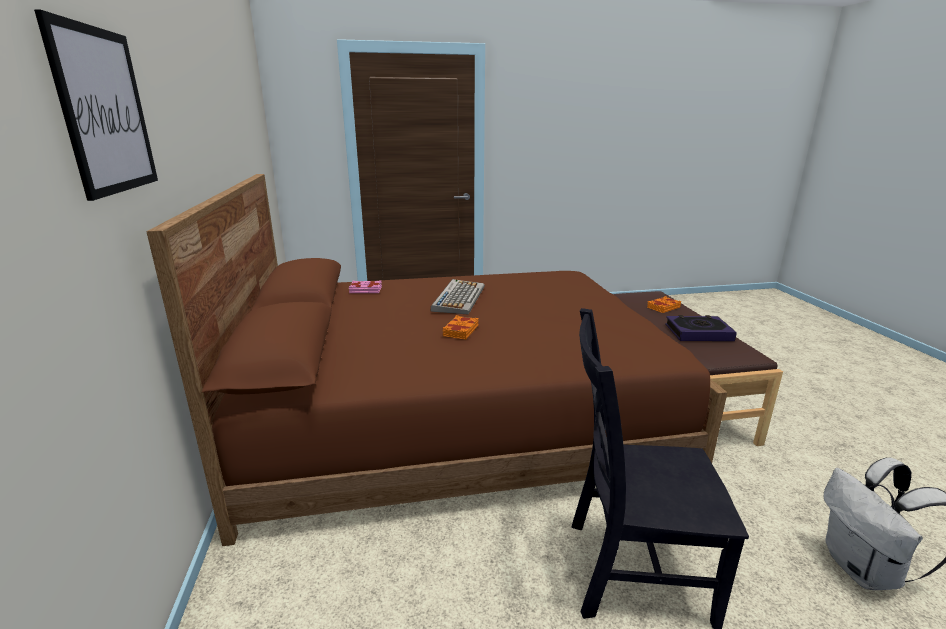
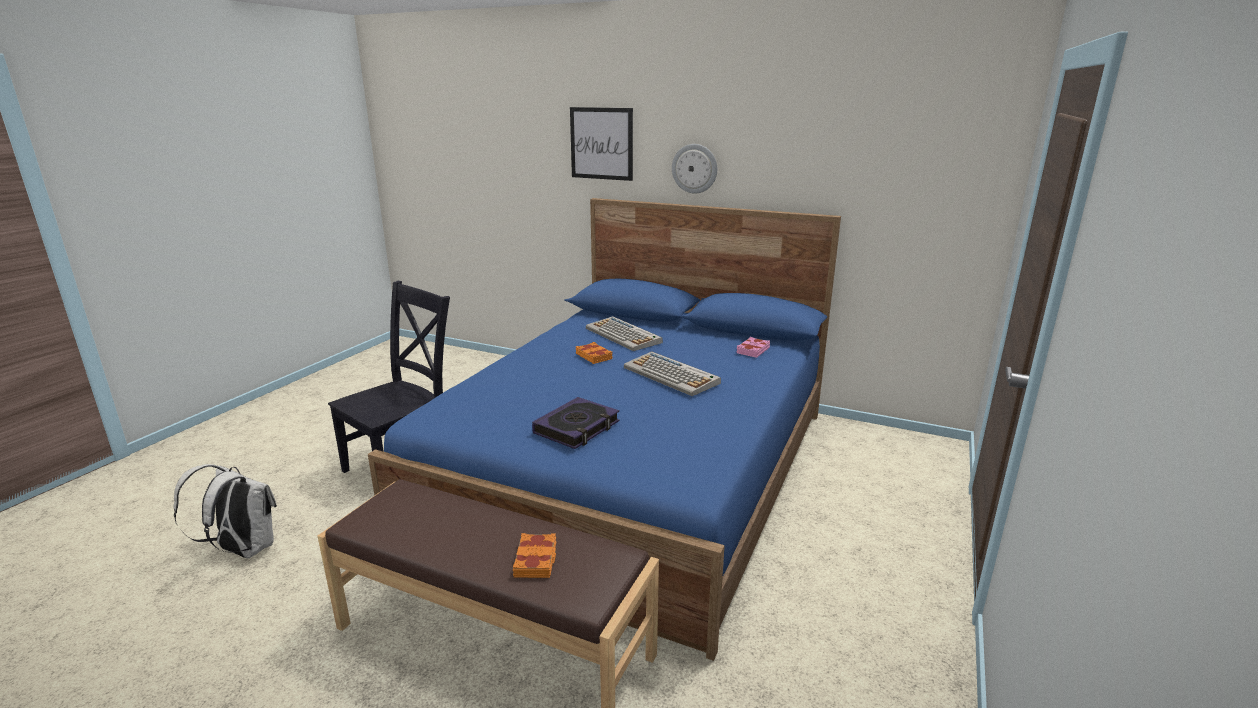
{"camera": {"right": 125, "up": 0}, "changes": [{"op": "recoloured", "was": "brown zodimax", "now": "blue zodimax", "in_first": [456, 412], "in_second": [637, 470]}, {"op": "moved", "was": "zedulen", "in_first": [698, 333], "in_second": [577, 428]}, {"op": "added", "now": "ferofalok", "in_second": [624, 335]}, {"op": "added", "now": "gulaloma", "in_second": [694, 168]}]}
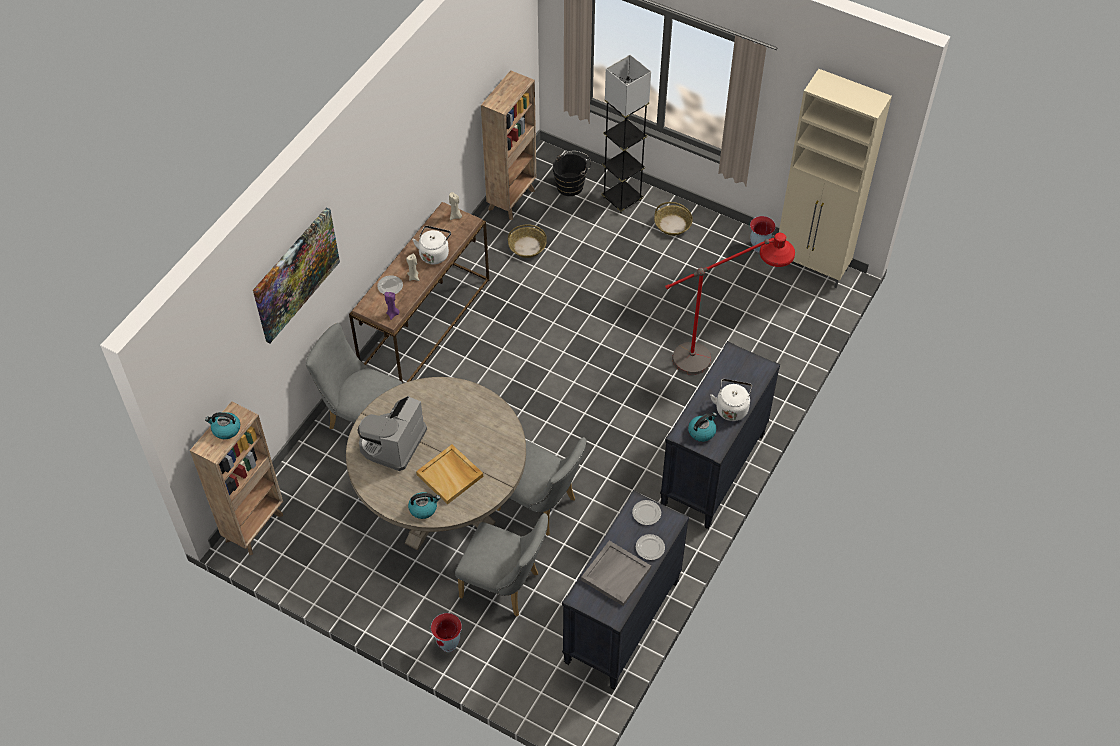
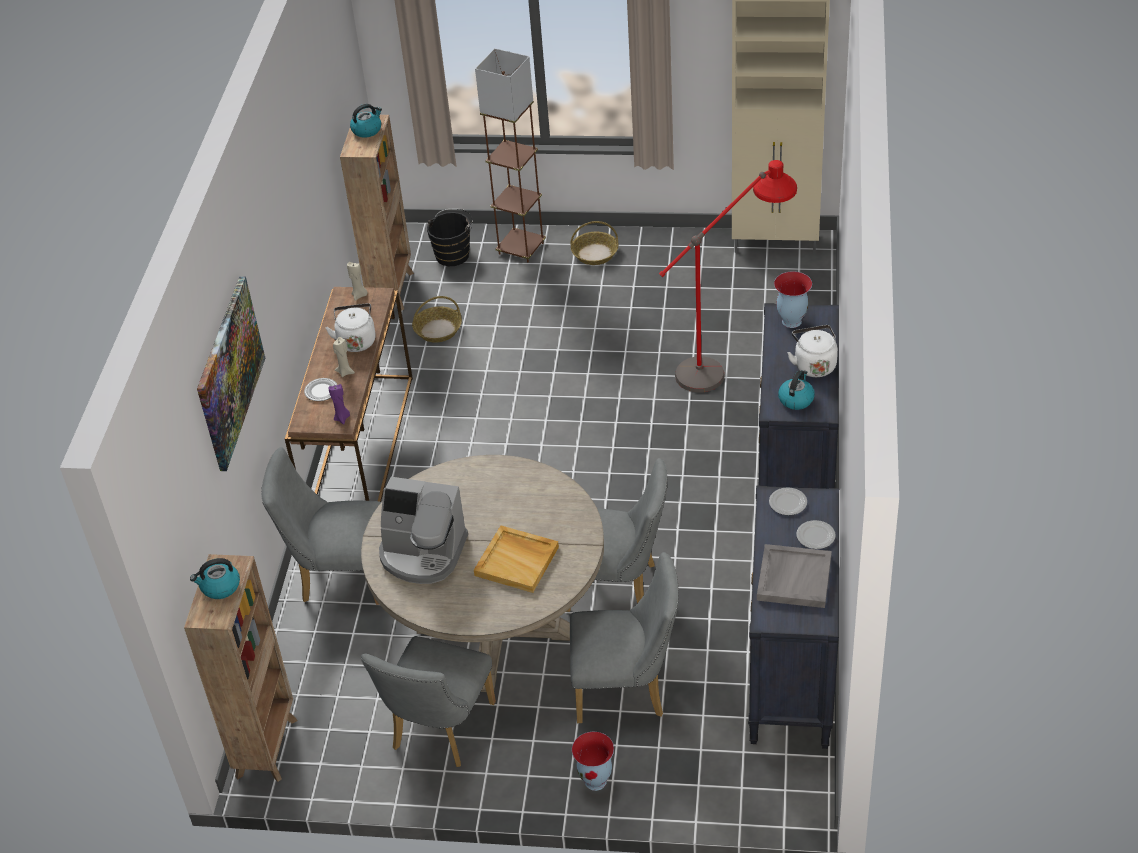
{"camera": {"right": -20, "up": -10}, "changes": [{"op": "turned", "was": "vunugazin", "in_first": [392, 443], "in_second": [423, 553], "clockwise": -75}, {"op": "moved", "was": "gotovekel", "in_first": [423, 508], "in_second": [367, 130]}, {"op": "recoloured", "was": "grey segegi", "now": "brown segegi", "in_first": [622, 199], "in_second": [521, 248]}, {"op": "moved", "was": "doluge", "in_first": [758, 247], "in_second": [791, 321]}, {"op": "added", "now": "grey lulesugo", "in_second": [439, 732]}]}
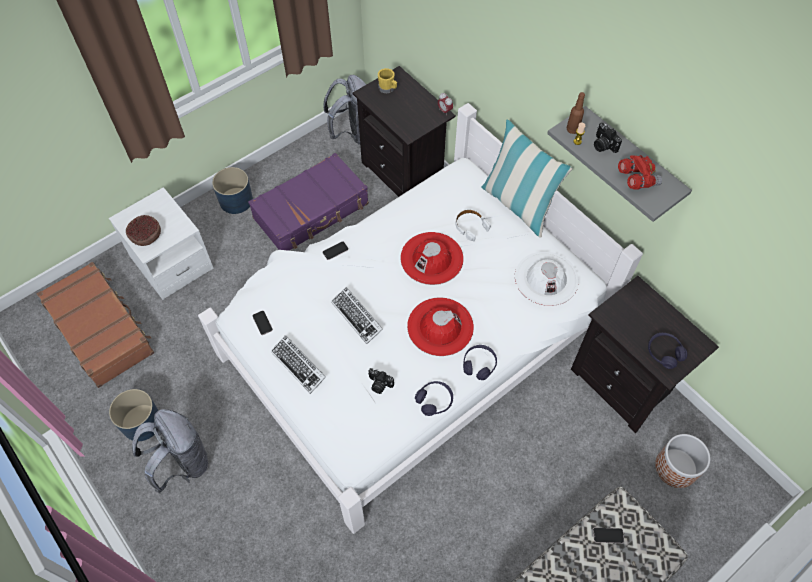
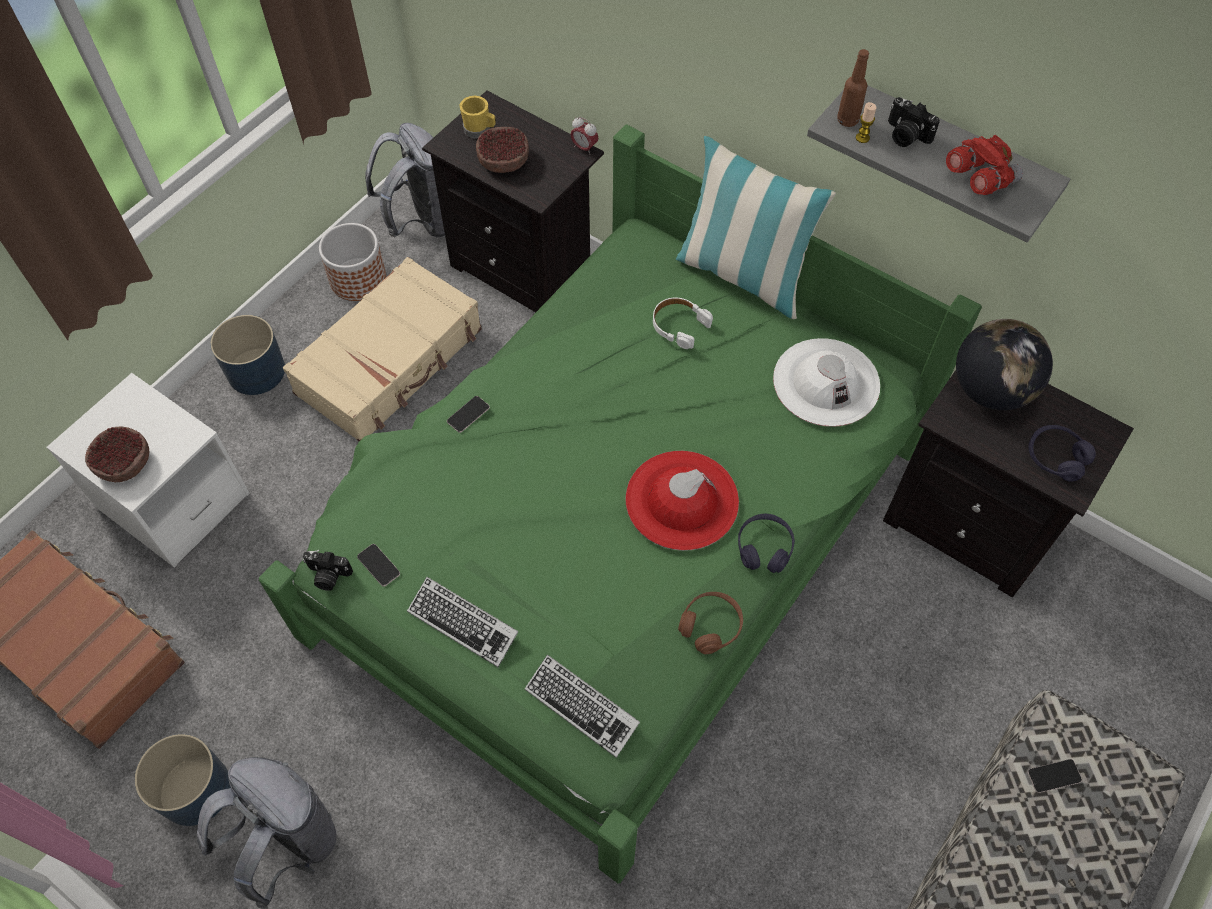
{"camera": {"right": -15, "up": 0}, "changes": [{"op": "recoloured", "was": "white zodimax", "now": "green zodimax", "in_first": [410, 342], "in_second": [616, 538]}, {"op": "recoloured", "was": "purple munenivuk", "now": "beige munenivuk", "in_first": [312, 211], "in_second": [391, 362]}, {"op": "moved", "was": "ferofalok", "in_first": [357, 317], "in_second": [582, 707]}, {"op": "moved", "was": "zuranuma", "in_first": [379, 385], "in_second": [328, 576]}, {"op": "removed", "was": "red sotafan", "in_first": [432, 258]}, {"op": "recoloured", "was": "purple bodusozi", "now": "brown bodusozi", "in_first": [434, 400], "in_second": [710, 626]}, {"op": "moved", "was": "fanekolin", "in_first": [676, 467], "in_second": [358, 279]}, {"op": "added", "now": "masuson", "in_second": [504, 160]}, {"op": "added", "now": "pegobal", "in_second": [990, 390]}]}
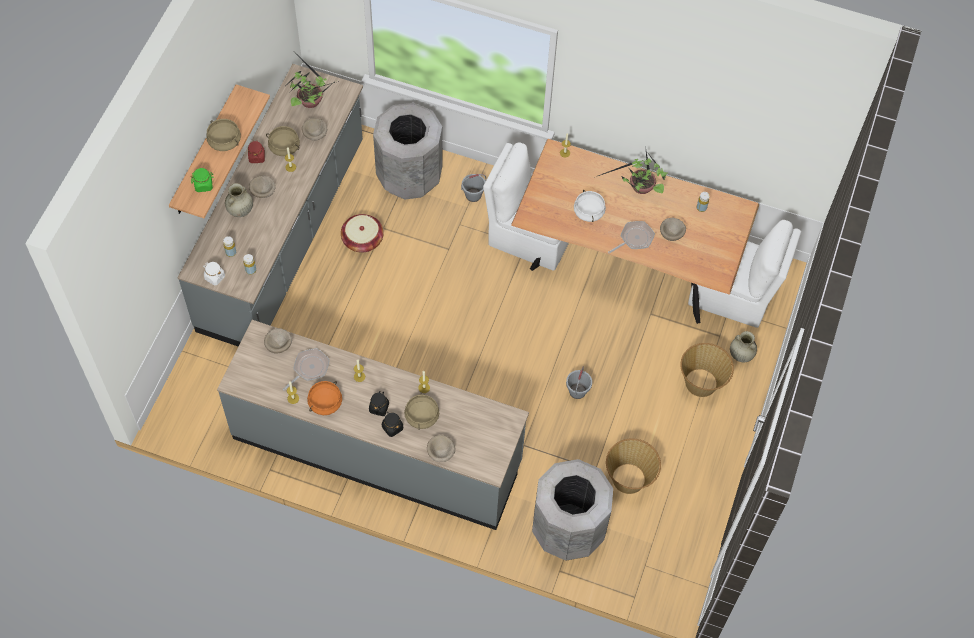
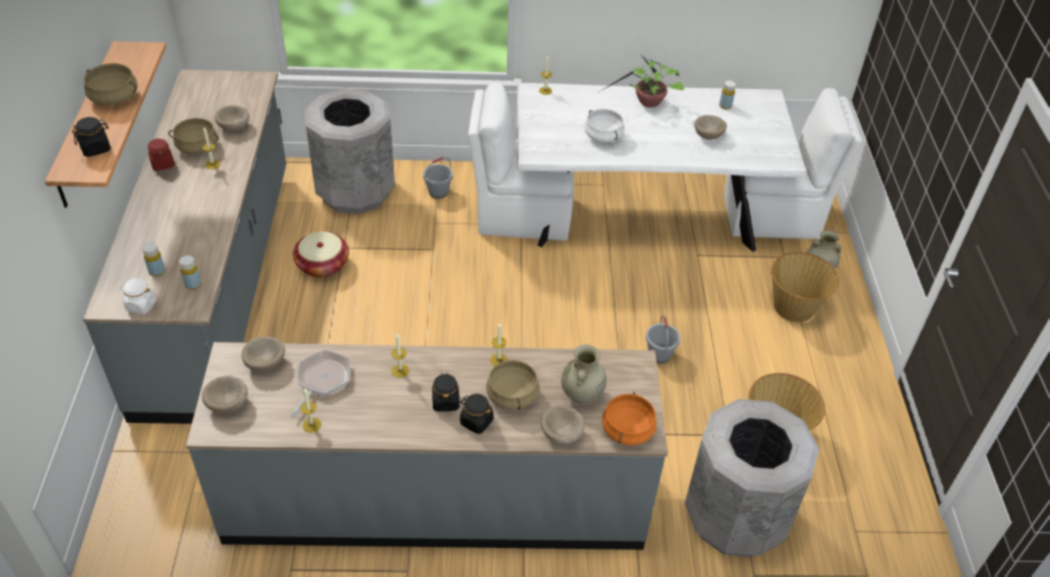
{"camera": {"right": -20, "up": -15}, "changes": [{"op": "recoloured", "was": "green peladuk", "now": "black peladuk", "in_first": [204, 185], "in_second": [96, 148]}, {"op": "moved", "was": "beige doluge", "in_first": [240, 211], "in_second": [582, 394]}, {"op": "moved", "was": "beige masuson", "in_first": [263, 192], "in_second": [228, 404]}, {"op": "removed", "was": "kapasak", "in_first": [310, 101]}, {"op": "moved", "was": "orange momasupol", "in_first": [325, 402], "in_second": [627, 430]}, {"op": "recoloured", "was": "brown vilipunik", "now": "white vilipunik", "in_first": [626, 262], "in_second": [642, 213]}, {"op": "removed", "was": "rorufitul", "in_first": [634, 239]}]}
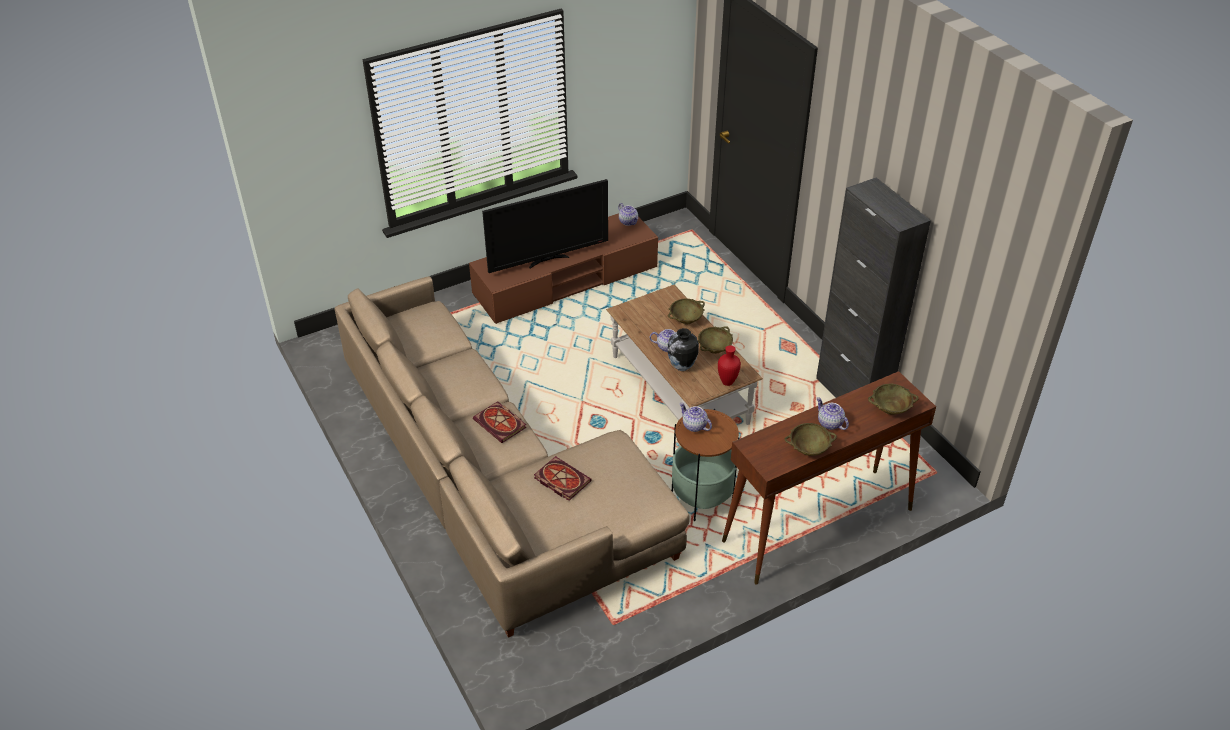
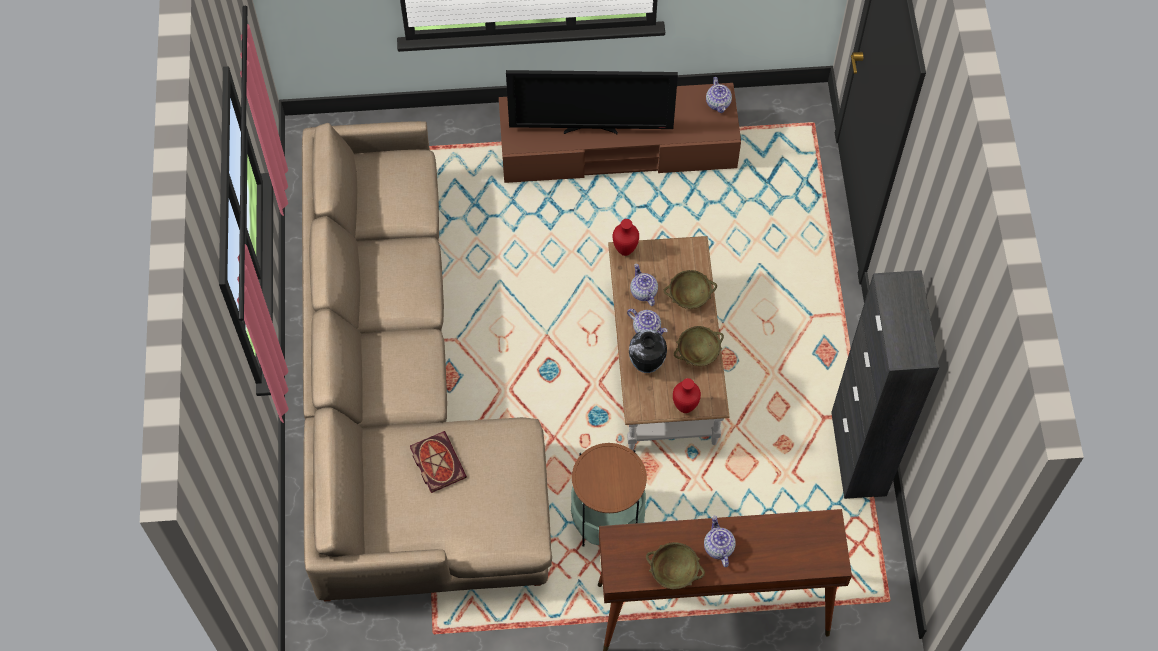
{"camera": {"right": 25, "up": 20}, "changes": [{"op": "removed", "was": "zedulen", "in_first": [501, 424]}, {"op": "moved", "was": "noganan", "in_first": [694, 425], "in_second": [643, 292]}, {"op": "removed", "was": "beige masuson", "in_first": [890, 409]}, {"op": "added", "now": "red doluge", "in_second": [624, 251]}]}
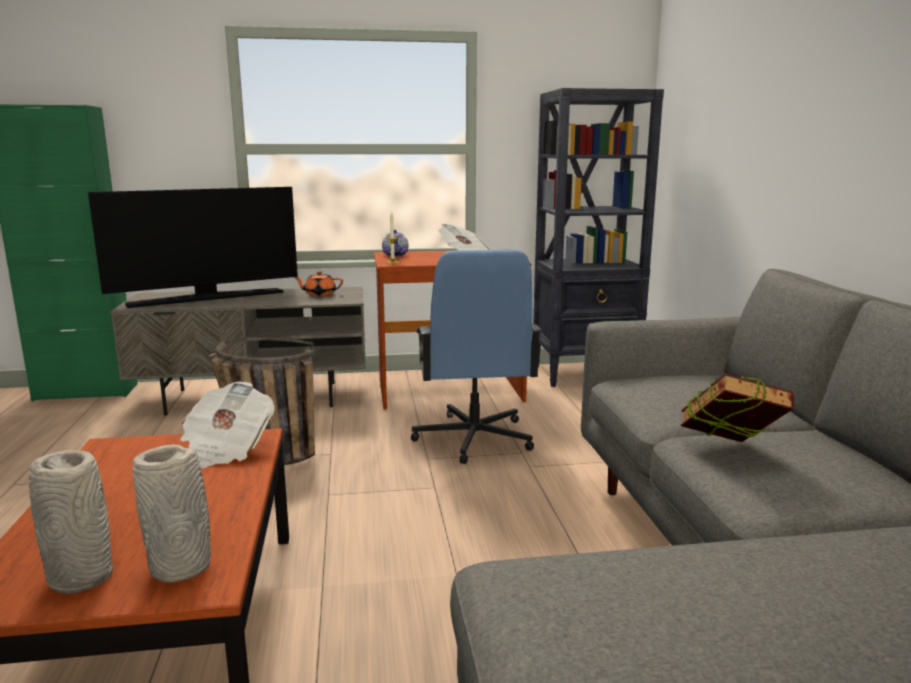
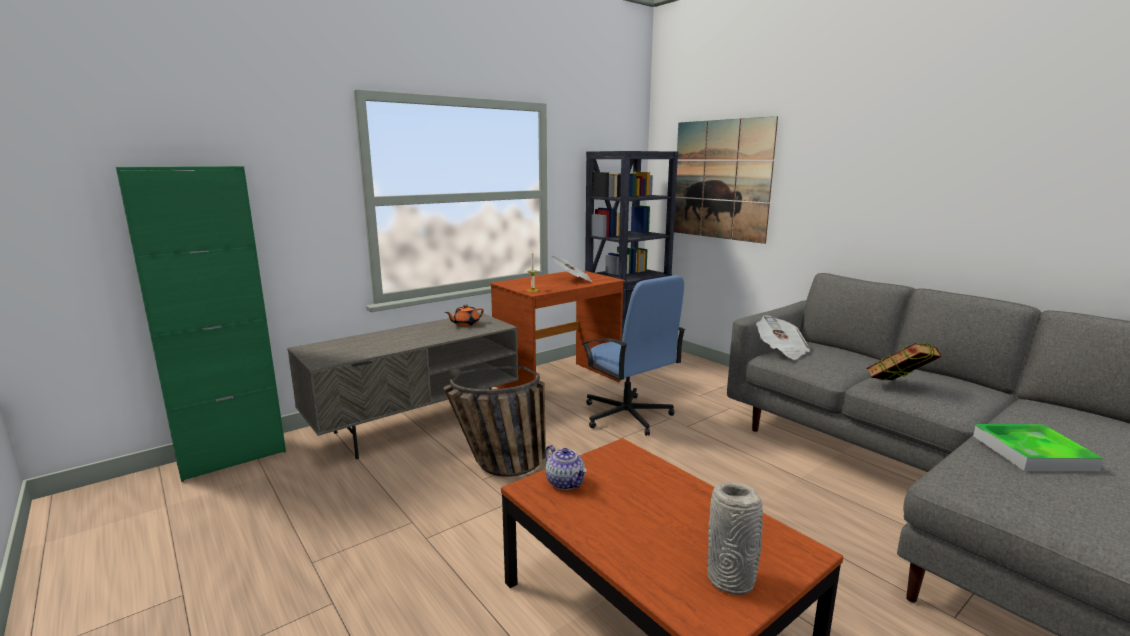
{"camera": {"right": -30, "up": 0}, "changes": [{"op": "removed", "was": "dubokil", "in_first": [207, 298]}, {"op": "removed", "was": "grey doluge", "in_first": [183, 567]}, {"op": "moved", "was": "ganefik", "in_first": [226, 449], "in_second": [781, 350]}, {"op": "moved", "was": "noganan", "in_first": [395, 255], "in_second": [566, 482]}, {"op": "added", "now": "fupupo", "in_second": [721, 180]}, {"op": "added", "now": "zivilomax", "in_second": [1032, 452]}]}
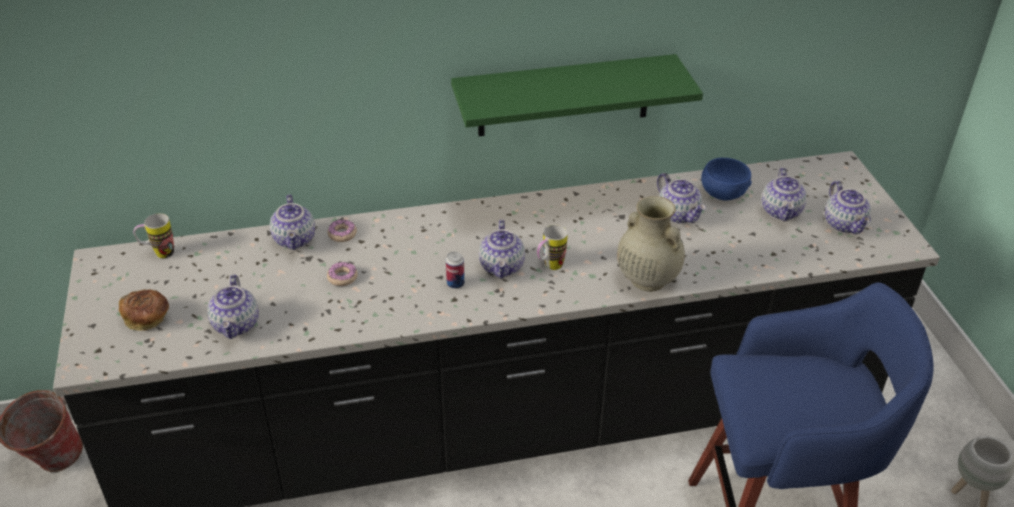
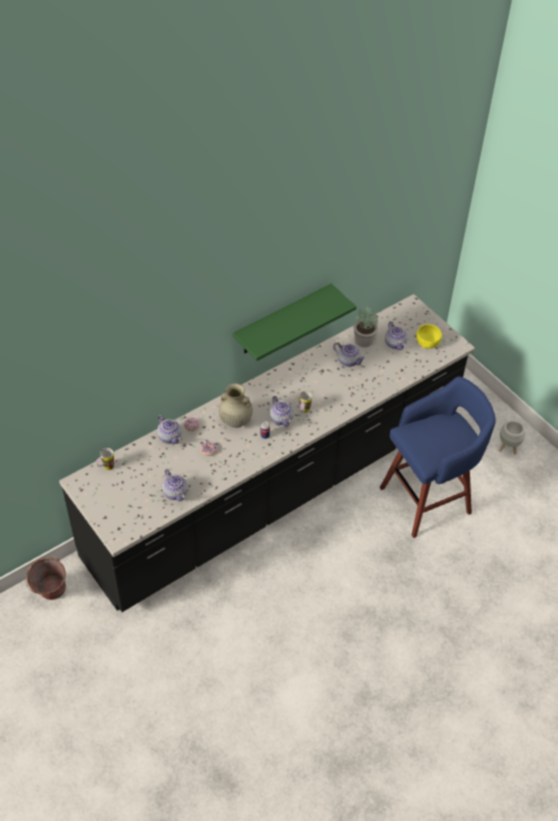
{"camera": {"right": -25, "up": 10}, "changes": [{"op": "removed", "was": "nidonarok", "in_first": [147, 318]}, {"op": "moved", "was": "beige doluge", "in_first": [646, 279], "in_second": [235, 420]}, {"op": "replaced", "was": "blue masuson", "now": "kapasak", "in_first": [723, 192], "in_second": [363, 340]}, {"op": "replaced", "was": "noganan", "now": "yellow masuson", "in_first": [845, 225], "in_second": [427, 342]}]}
